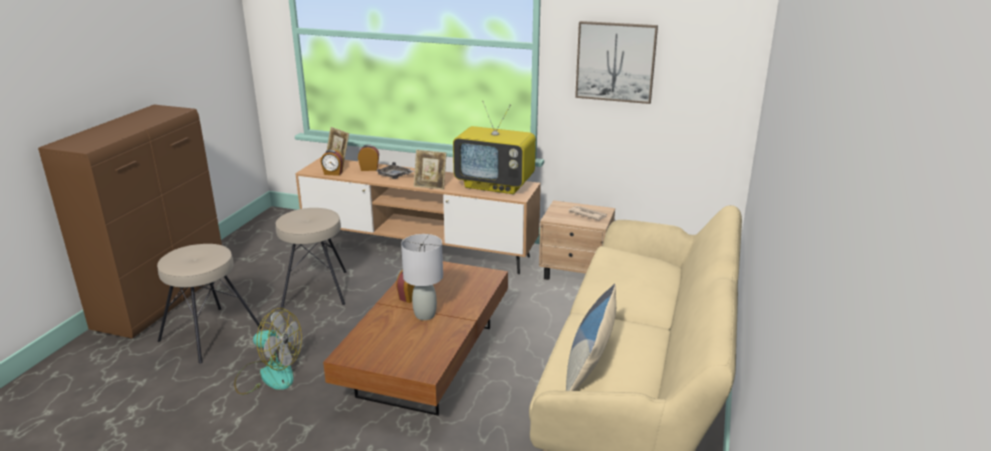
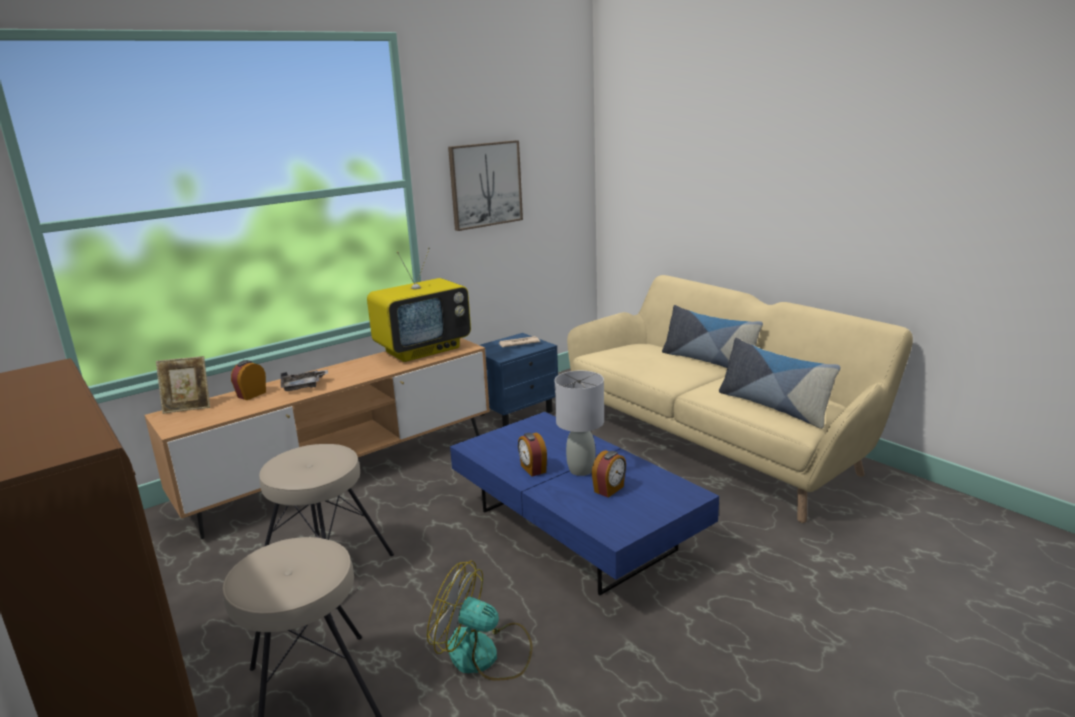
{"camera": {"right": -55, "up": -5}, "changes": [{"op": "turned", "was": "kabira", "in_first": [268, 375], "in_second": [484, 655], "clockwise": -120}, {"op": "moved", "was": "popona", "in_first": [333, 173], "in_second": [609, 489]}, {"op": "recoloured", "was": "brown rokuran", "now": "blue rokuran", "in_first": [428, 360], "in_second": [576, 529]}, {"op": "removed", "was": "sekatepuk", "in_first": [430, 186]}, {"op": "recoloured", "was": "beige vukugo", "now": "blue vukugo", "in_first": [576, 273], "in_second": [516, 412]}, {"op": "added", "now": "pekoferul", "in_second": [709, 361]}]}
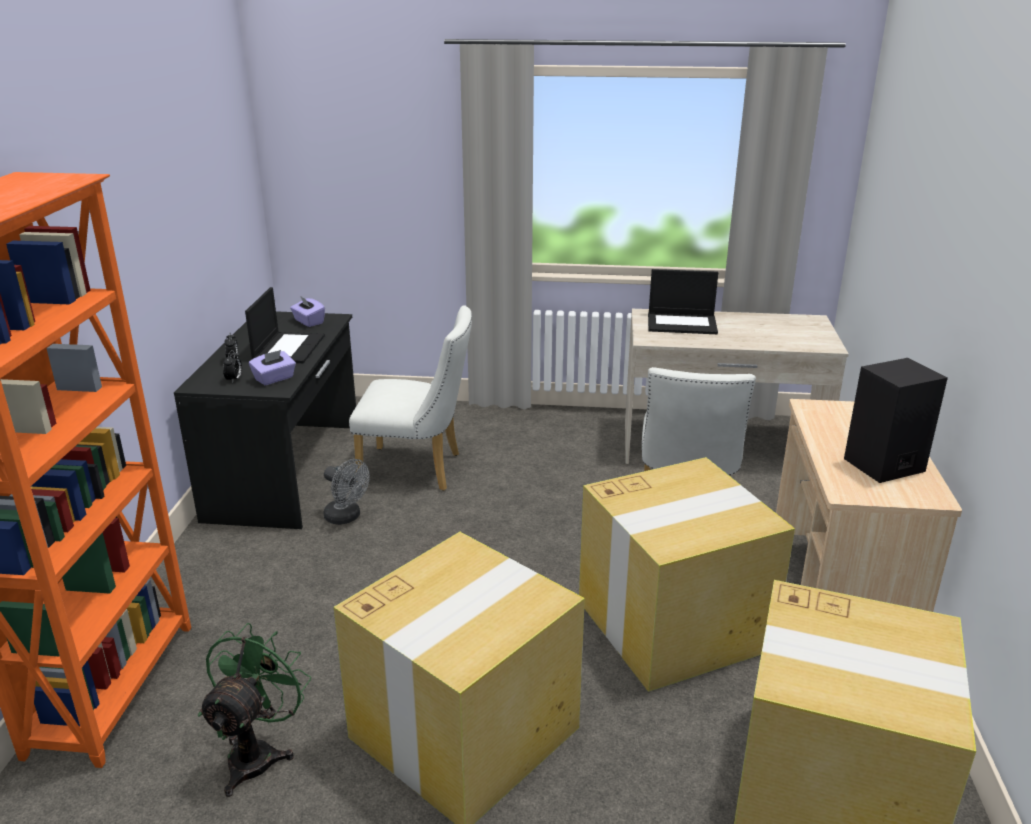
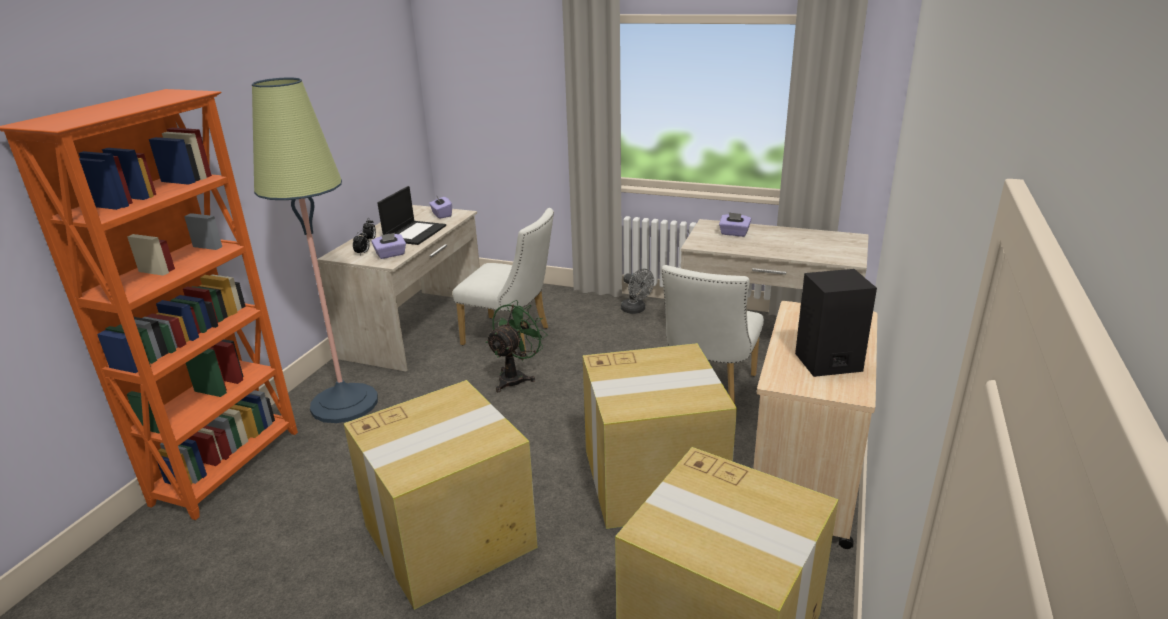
{"camera": {"right": 15, "up": 0}, "changes": [{"op": "recoloured", "was": "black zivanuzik", "now": "beige zivanuzik", "in_first": [287, 471], "in_second": [416, 328]}, {"op": "moved", "was": "green kabira", "in_first": [258, 753], "in_second": [516, 377]}, {"op": "moved", "was": "grey kabira", "in_first": [347, 517], "in_second": [636, 310]}, {"op": "replaced", "was": "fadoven", "now": "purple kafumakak", "in_first": [682, 323], "in_second": [734, 233]}, {"op": "added", "now": "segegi", "in_second": [344, 404]}]}
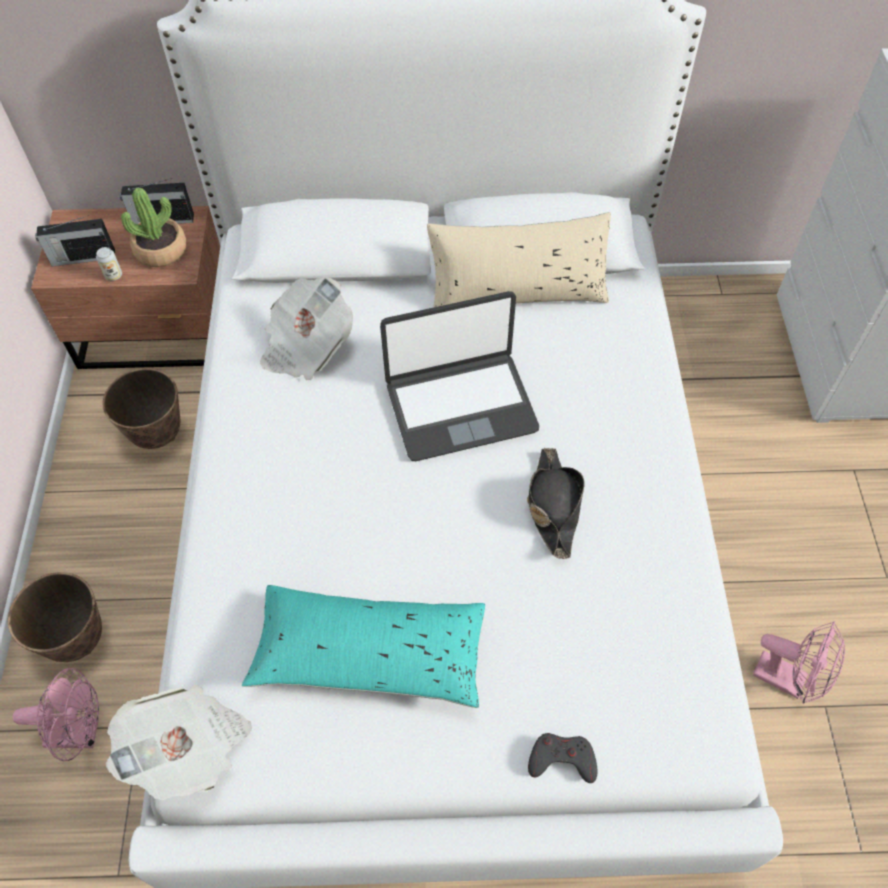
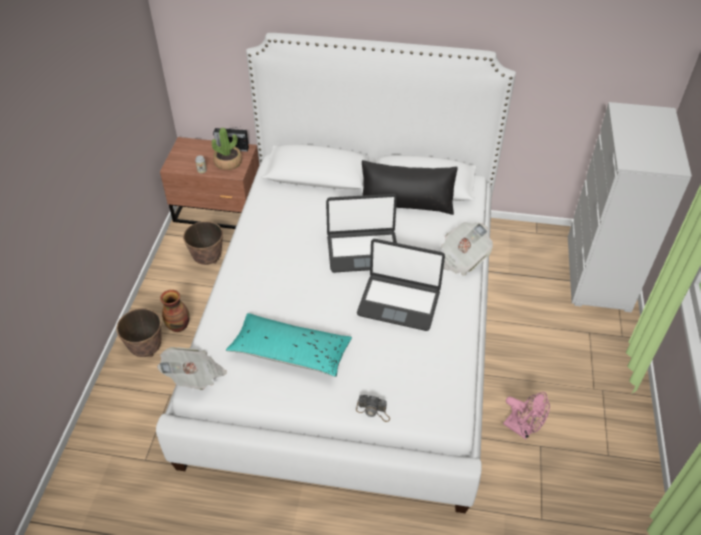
{"camera": {"right": 10, "up": -10}, "changes": [{"op": "removed", "was": "pink kabira", "in_first": [81, 733]}, {"op": "removed", "was": "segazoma", "in_first": [82, 257]}, {"op": "moved", "was": "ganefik", "in_first": [306, 346], "in_second": [461, 258]}, {"op": "recoloured", "was": "beige pekoferul", "now": "black pekoferul", "in_first": [517, 291], "in_second": [406, 203]}, {"op": "replaced", "was": "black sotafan", "now": "fadoven", "in_first": [553, 505], "in_second": [399, 302]}, {"op": "replaced", "was": "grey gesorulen", "now": "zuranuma", "in_first": [562, 759], "in_second": [373, 411]}, {"op": "added", "now": "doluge", "in_second": [179, 325]}]}
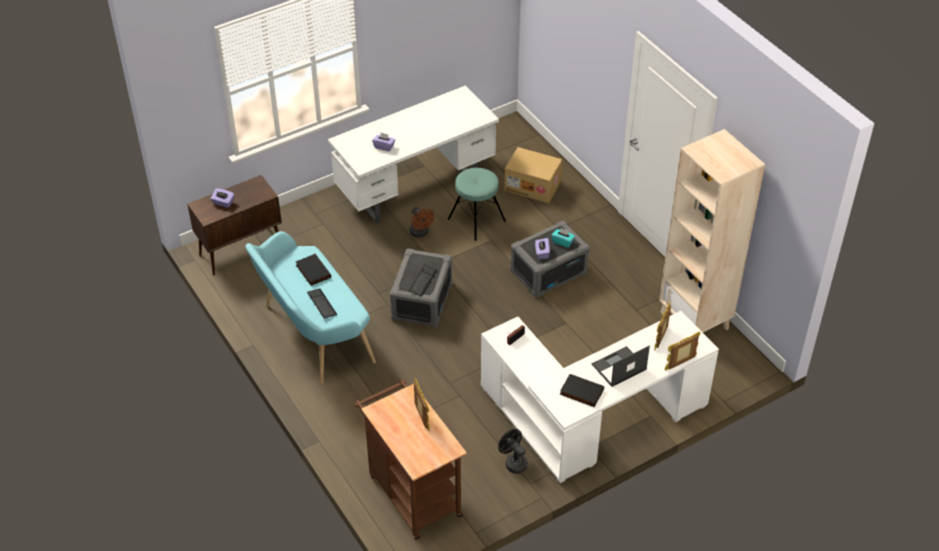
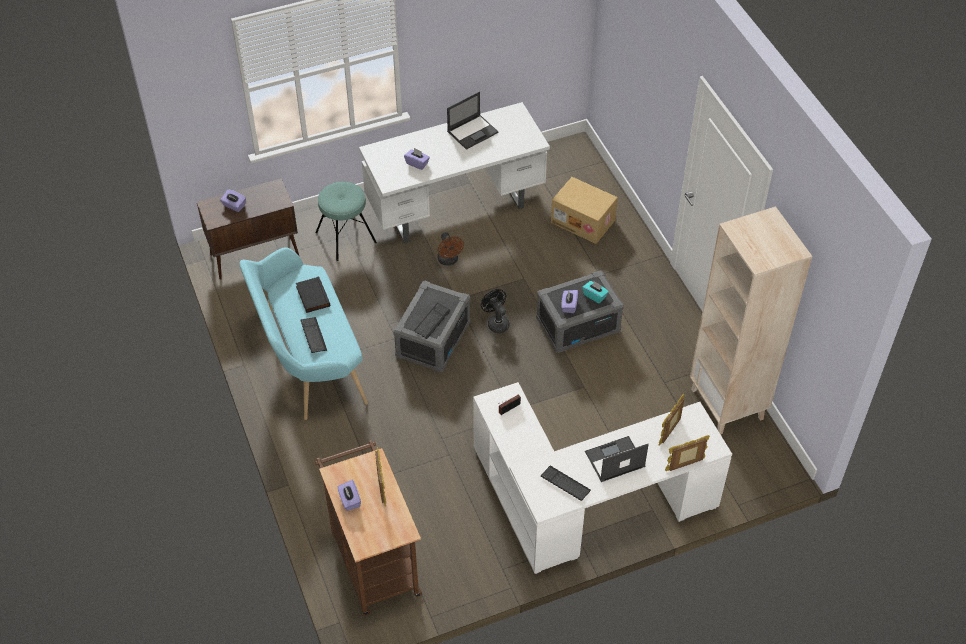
{"camera": {"right": 10, "up": 5}, "changes": [{"op": "moved", "was": "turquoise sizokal", "in_first": [476, 220], "in_second": [345, 237]}, {"op": "moved", "was": "black kabira", "in_first": [513, 462], "in_second": [496, 322]}, {"op": "replaced", "was": "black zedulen", "now": "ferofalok", "in_first": [581, 392], "in_second": [565, 484]}, {"op": "added", "now": "purple kafumakak", "in_second": [349, 500]}, {"op": "added", "now": "fadoven", "in_second": [473, 132]}]}
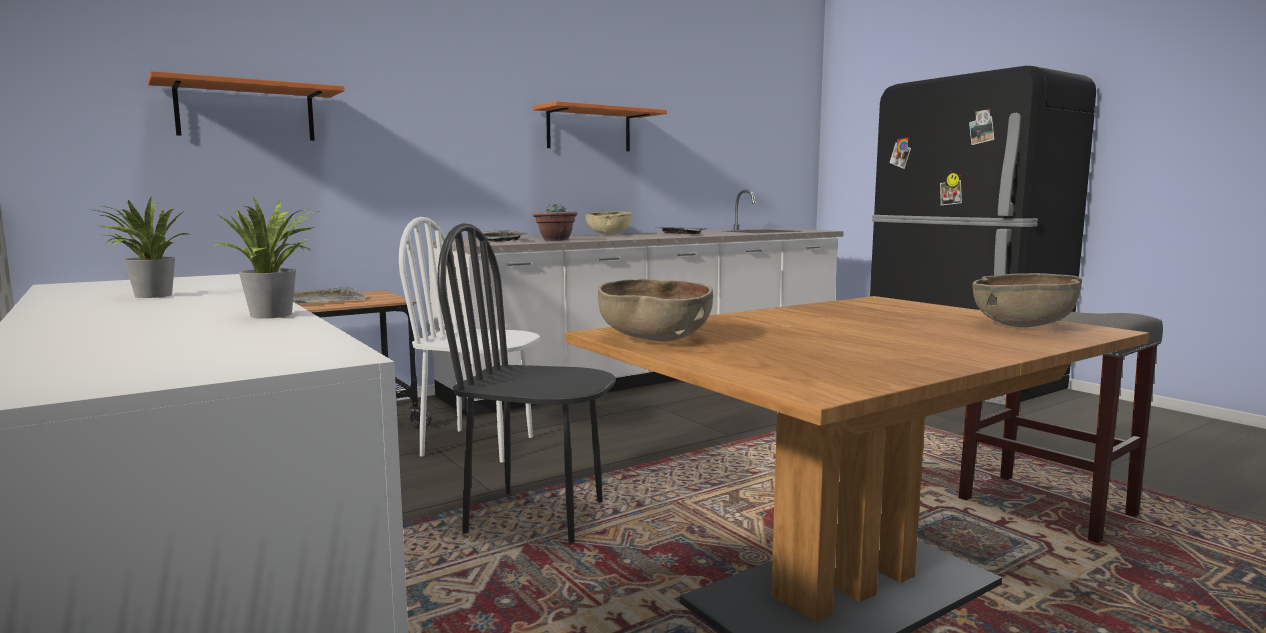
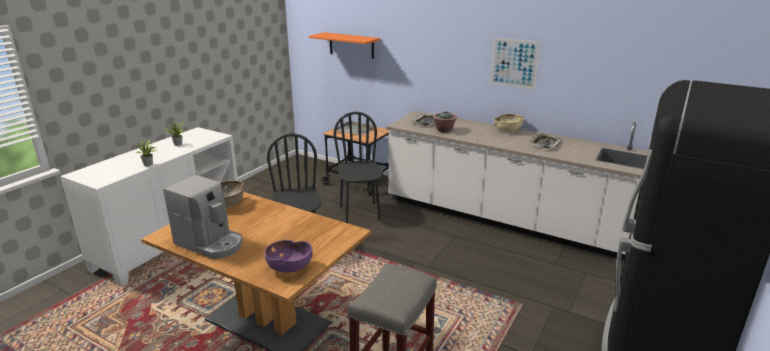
{"camera": {"right": 65, "up": 15}, "changes": [{"op": "recoloured", "was": "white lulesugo", "now": "black lulesugo", "in_first": [478, 445], "in_second": [360, 213]}, {"op": "replaced", "was": "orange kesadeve", "now": "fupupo", "in_first": [589, 130], "in_second": [514, 63]}, {"op": "recoloured", "was": "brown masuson", "now": "purple masuson", "in_first": [1024, 325], "in_second": [289, 268]}, {"op": "added", "now": "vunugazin", "in_second": [210, 243]}]}
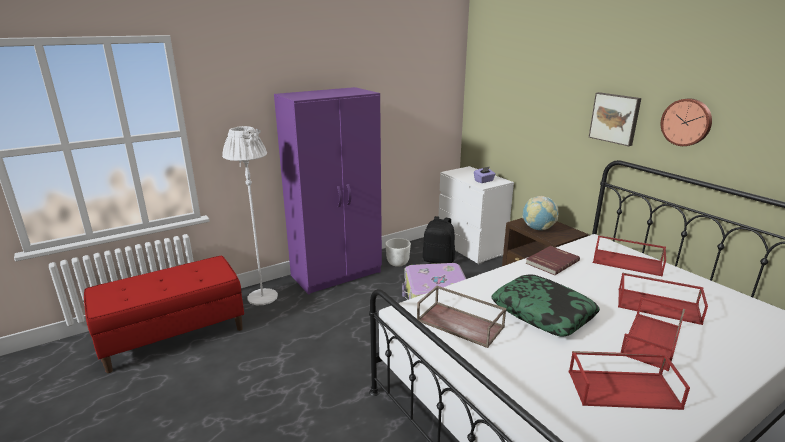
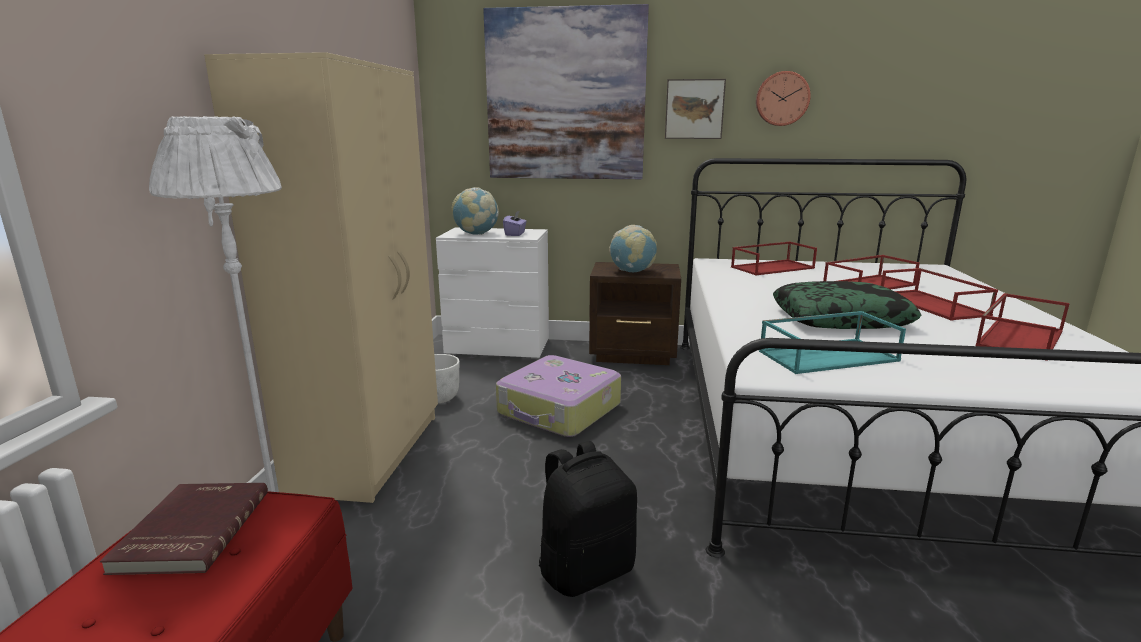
{"camera": {"right": -50, "up": -5}, "changes": [{"op": "recoloured", "was": "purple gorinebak", "now": "beige gorinebak", "in_first": [337, 274], "in_second": [370, 451]}, {"op": "recoloured", "was": "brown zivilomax", "now": "turquoise zivilomax", "in_first": [461, 323], "in_second": [828, 355]}, {"op": "moved", "was": "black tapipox", "in_first": [438, 260], "in_second": [586, 570]}, {"op": "moved", "was": "red zedulen", "in_first": [551, 262], "in_second": [190, 530]}, {"op": "added", "now": "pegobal", "in_second": [476, 234]}, {"op": "added", "now": "fupupo", "in_second": [565, 96]}]}
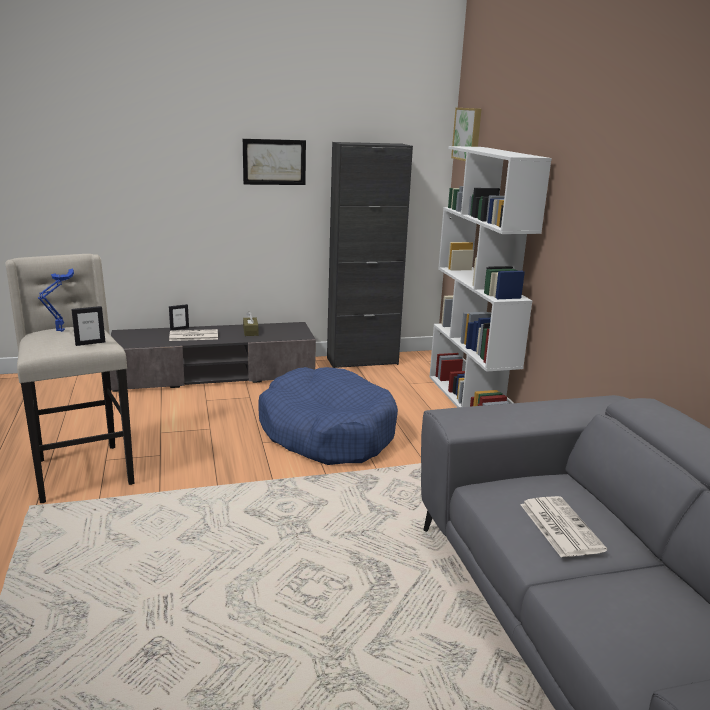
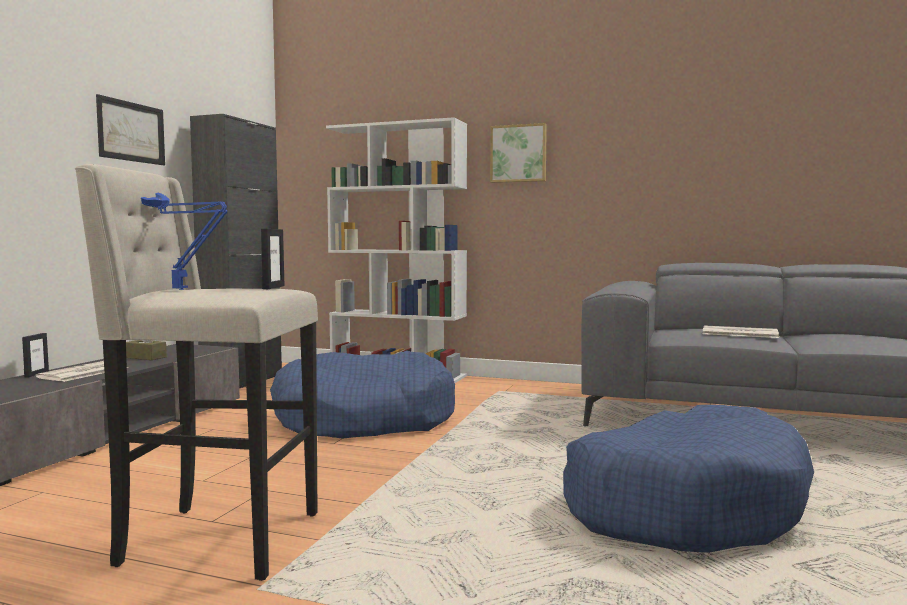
{"camera": {"right": -55, "up": -15}, "changes": [{"op": "moved", "was": "fupupo", "in_first": [468, 134], "in_second": [518, 153]}, {"op": "added", "now": "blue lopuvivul", "in_second": [683, 505]}]}
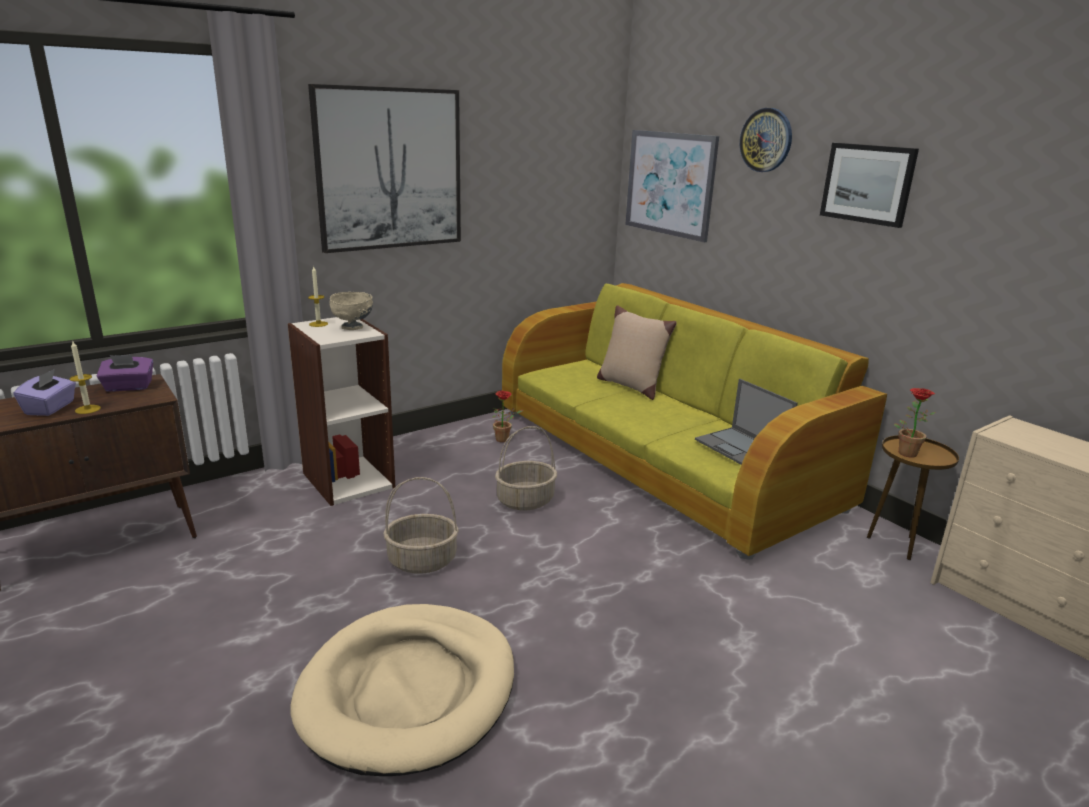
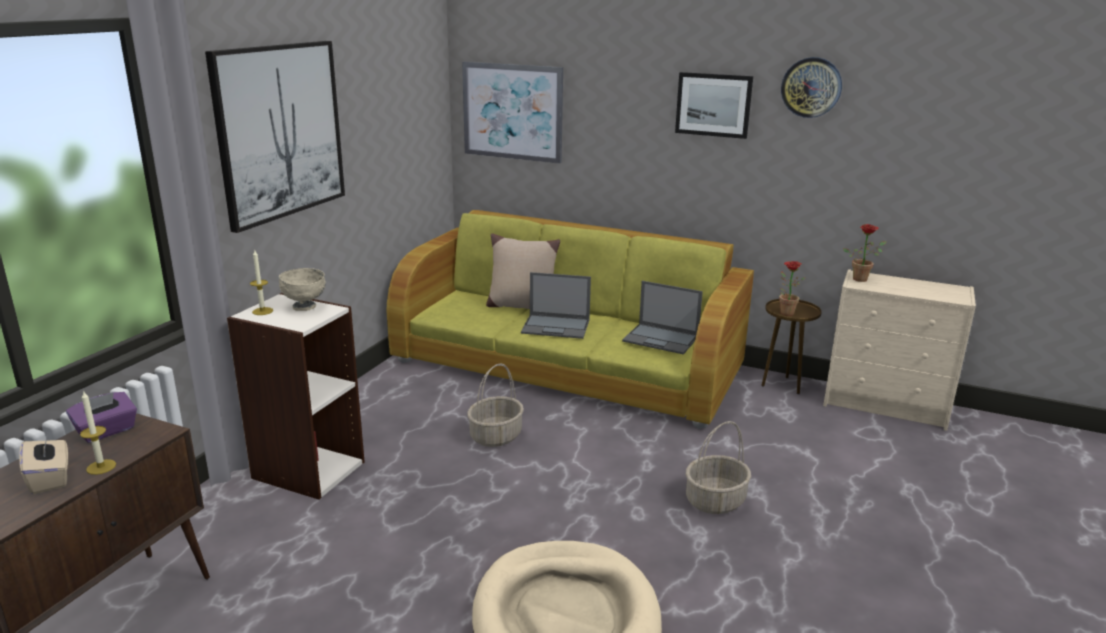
{"camera": {"right": -30, "up": 0}, "changes": [{"op": "recoloured", "was": "purple kafumakak", "now": "beige kafumakak", "in_first": [51, 408], "in_second": [50, 479]}, {"op": "moved", "was": "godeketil", "in_first": [421, 561], "in_second": [715, 501]}, {"op": "moved", "was": "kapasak", "in_first": [505, 439], "in_second": [861, 278]}, {"op": "moved", "was": "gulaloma", "in_first": [766, 140], "in_second": [811, 87]}, {"op": "added", "now": "fadoven", "in_second": [556, 327]}]}
